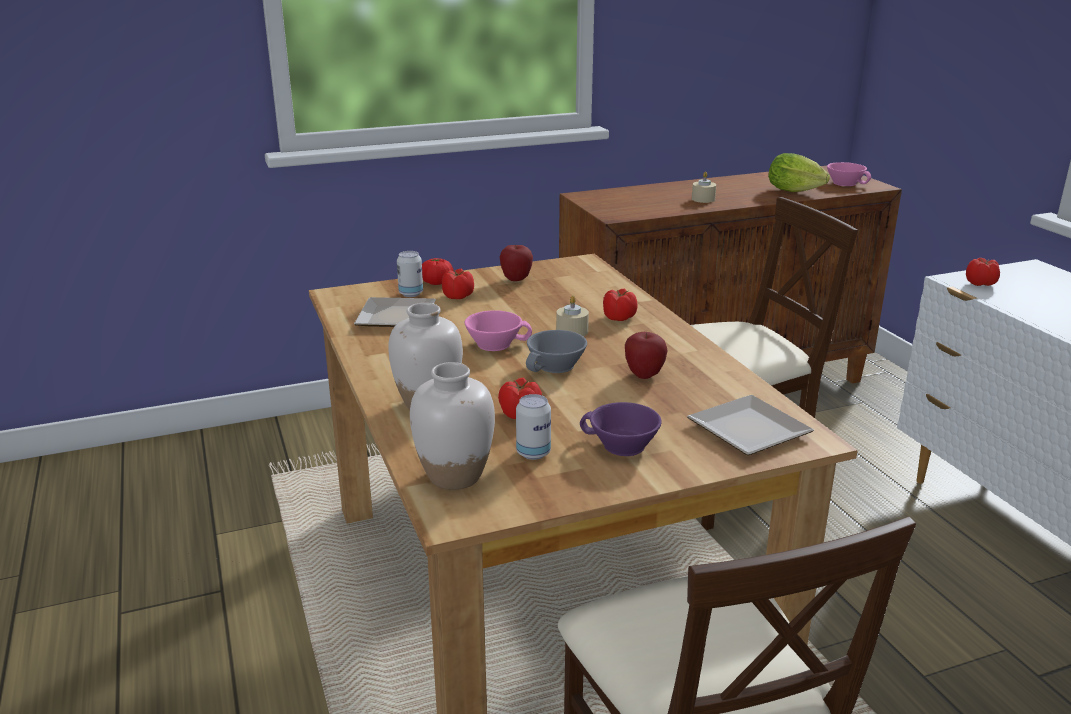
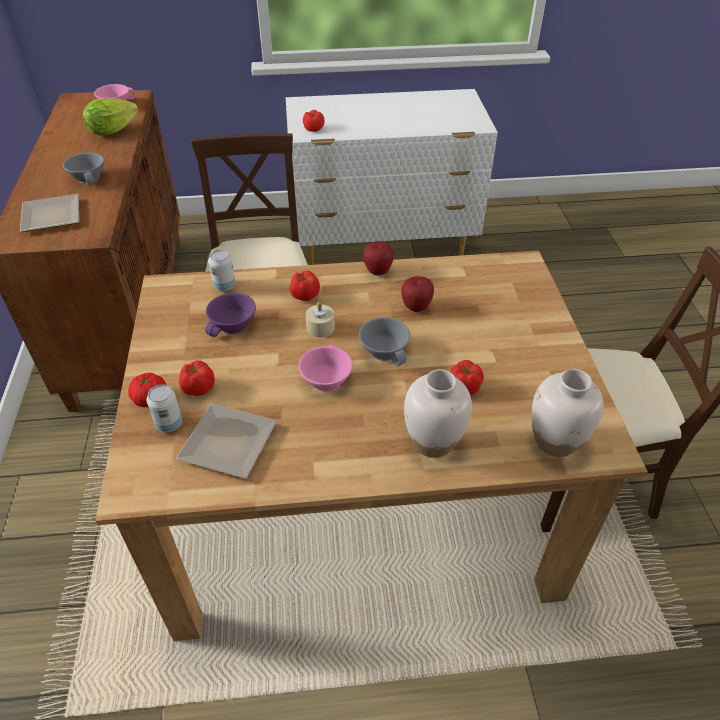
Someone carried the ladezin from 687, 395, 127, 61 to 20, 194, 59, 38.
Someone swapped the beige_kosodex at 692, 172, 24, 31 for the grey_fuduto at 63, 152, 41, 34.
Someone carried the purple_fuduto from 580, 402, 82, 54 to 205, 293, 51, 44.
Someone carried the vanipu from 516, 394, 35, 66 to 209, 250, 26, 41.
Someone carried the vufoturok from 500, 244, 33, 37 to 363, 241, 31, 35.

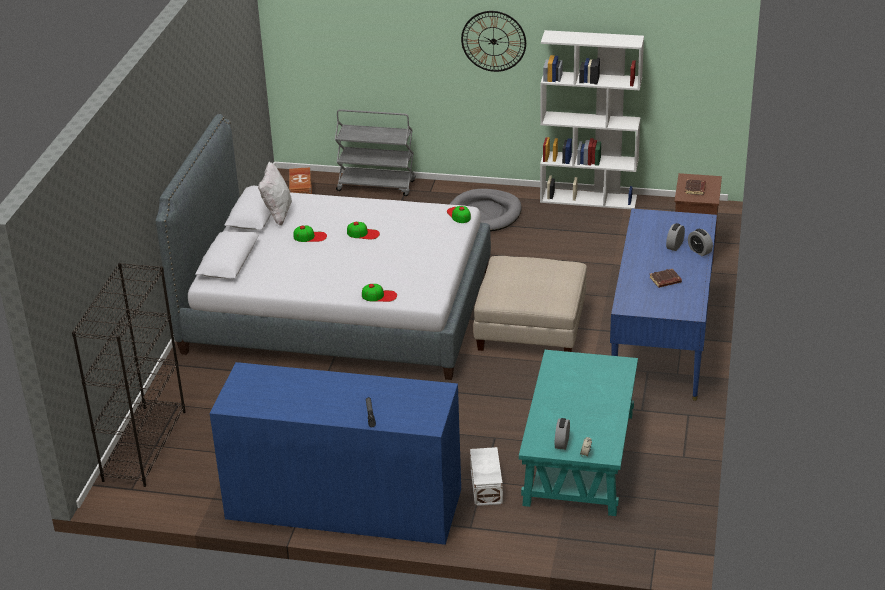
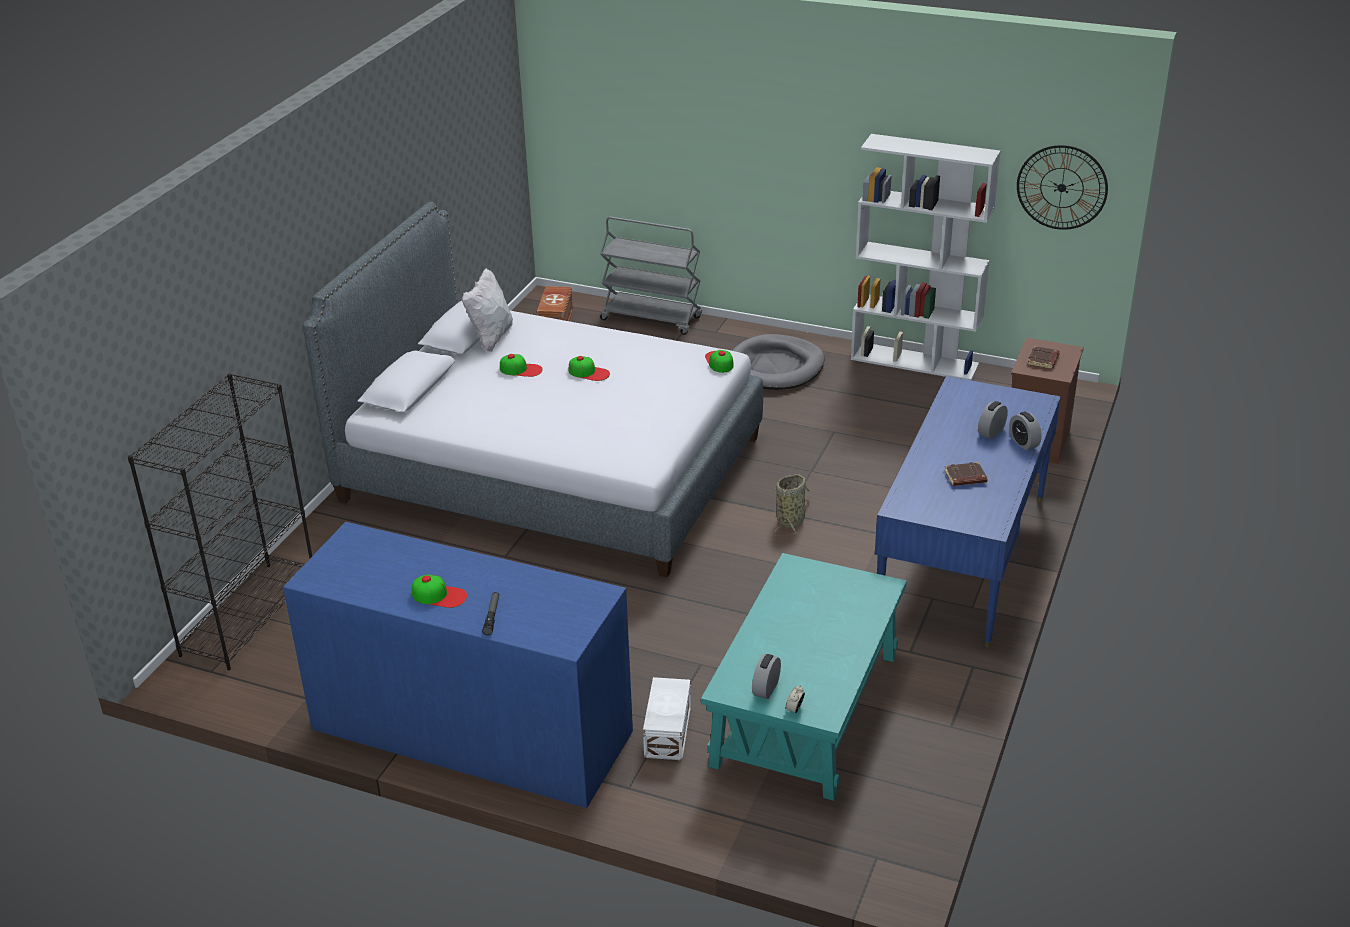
Someone carried the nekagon from 362, 284, 35, 18 to 412, 575, 55, 33.
Someone swapped the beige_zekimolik at 473, 256, 114, 96 for the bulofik at 774, 474, 36, 62.
Someone carried the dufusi from 461, 11, 65, 61 to 1017, 145, 91, 85.

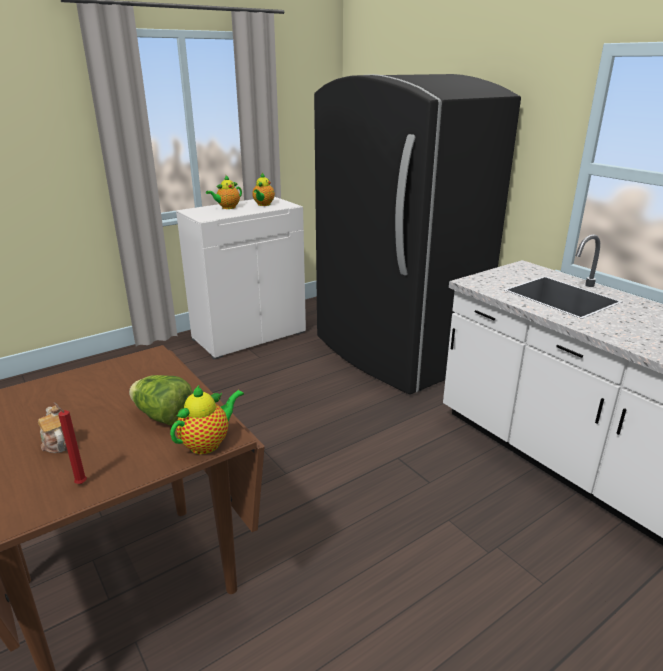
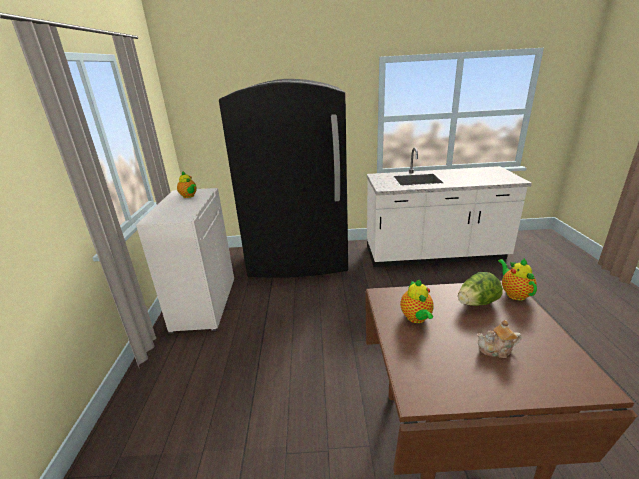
Someone carried the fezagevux from 206, 175, 36, 34 to 400, 280, 34, 43.
Someone took away the red_kosodex at 53, 402, 34, 82.

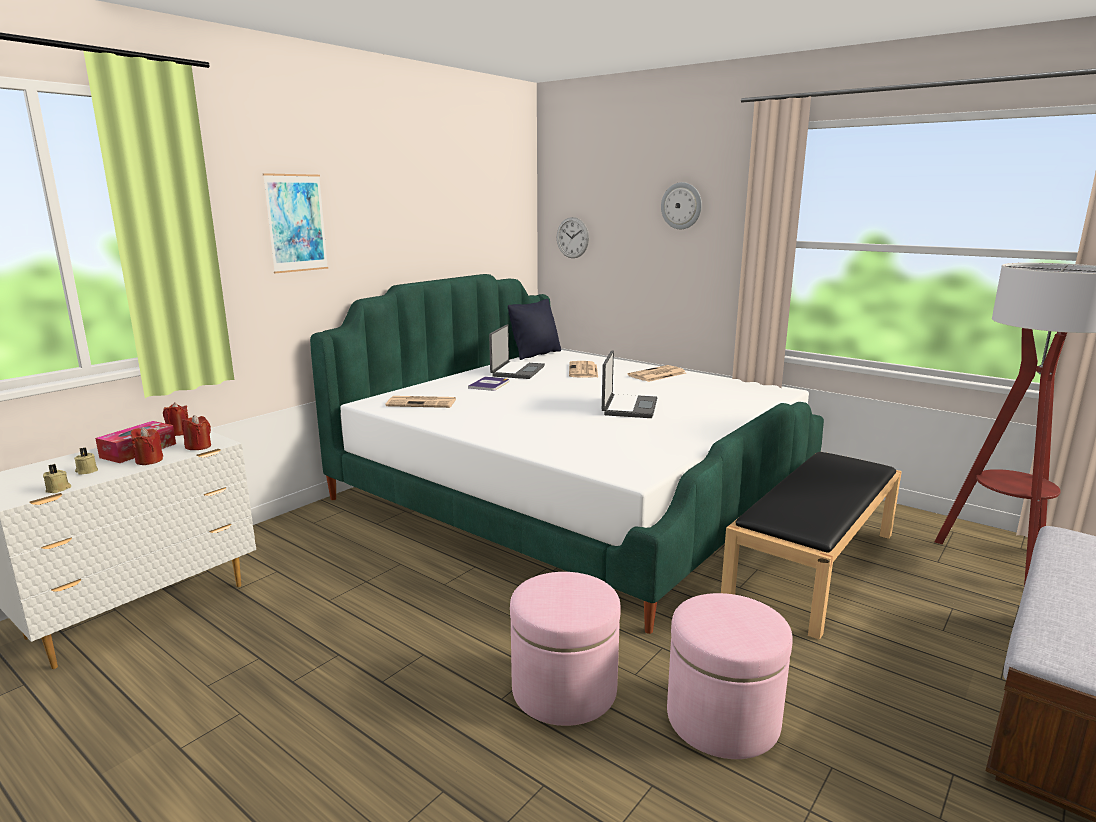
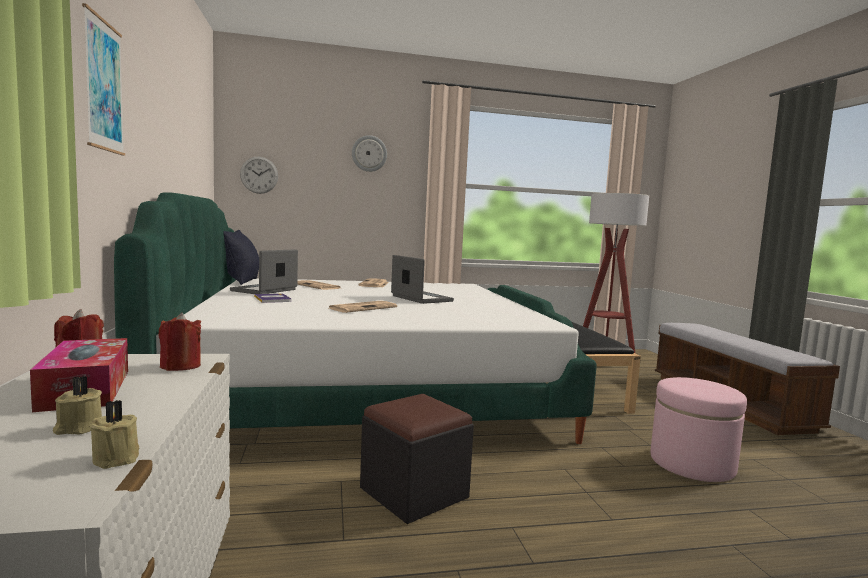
Someone rotated the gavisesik at 489, 324, 56, 55 by 120 degrees counterclockwise.
Someone carried the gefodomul from 385, 396, 71, 12 to 329, 301, 68, 12.
Someone put down the black_zekimolik at 360, 394, 114, 130.
Someone took away the red_kosodex at 131, 427, 32, 38.
Someone took away the pink_zekimolik at 510, 572, 111, 154.

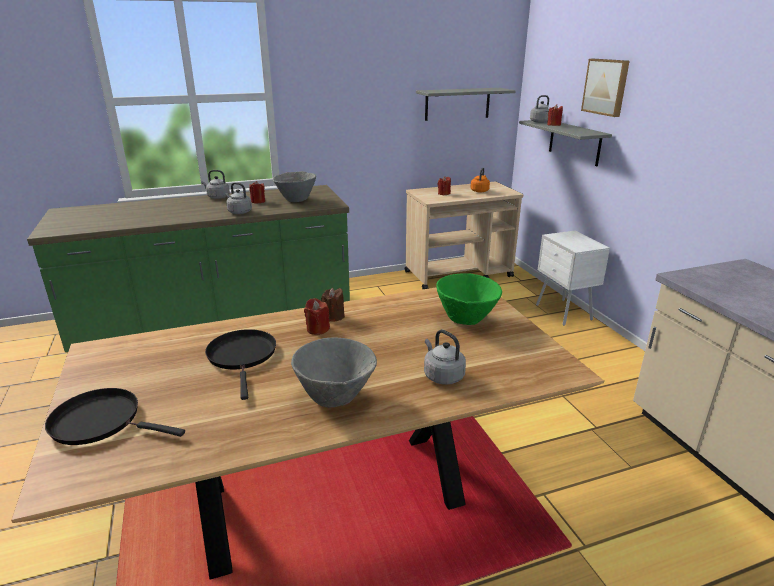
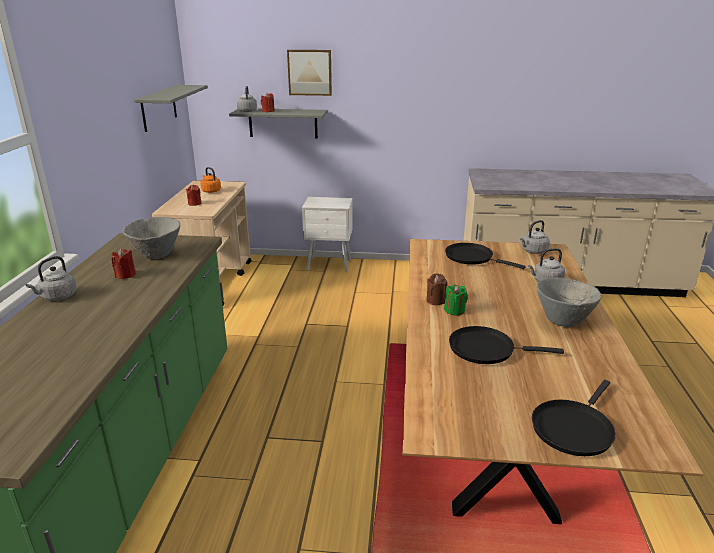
Someone repainted the red_kosodex at 304, 298, 26, 37, which became the green_kosodex at 444, 285, 24, 31.
Someone swapped the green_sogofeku at 436, 273, 66, 52 for the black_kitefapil at 445, 243, 81, 26.
Someone carried the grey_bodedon from 225, 182, 27, 32 to 520, 220, 30, 34.

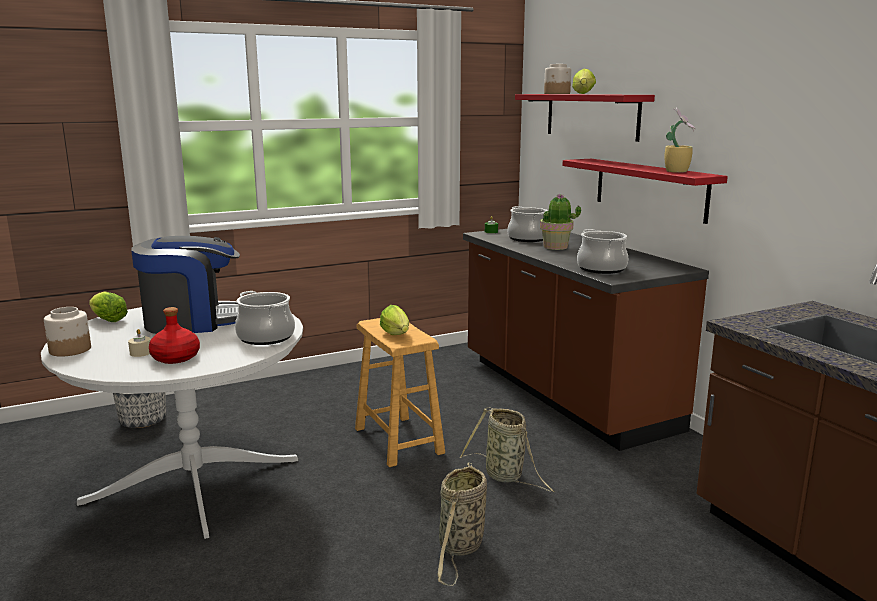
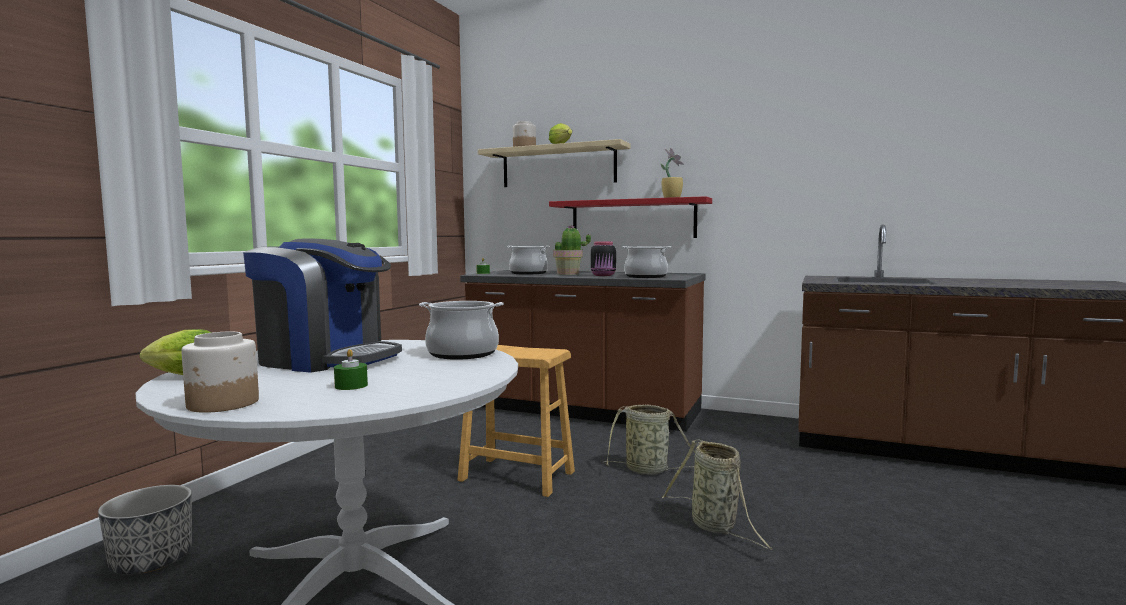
Someone rotated the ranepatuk at 131, 236, 109, 98 by 75 degrees clockwise.
Someone repainted the beige_kosodex at 128, 329, 23, 28, which became the green_kosodex at 334, 349, 34, 41.
Someone repainted the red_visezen at 515, 94, 140, 48, which became the beige_visezen at 478, 139, 152, 48.
Someone put down the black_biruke at 591, 241, 25, 35.
Someone took away the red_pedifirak at 149, 307, 51, 57.
Someone took away the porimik at 380, 305, 29, 30.

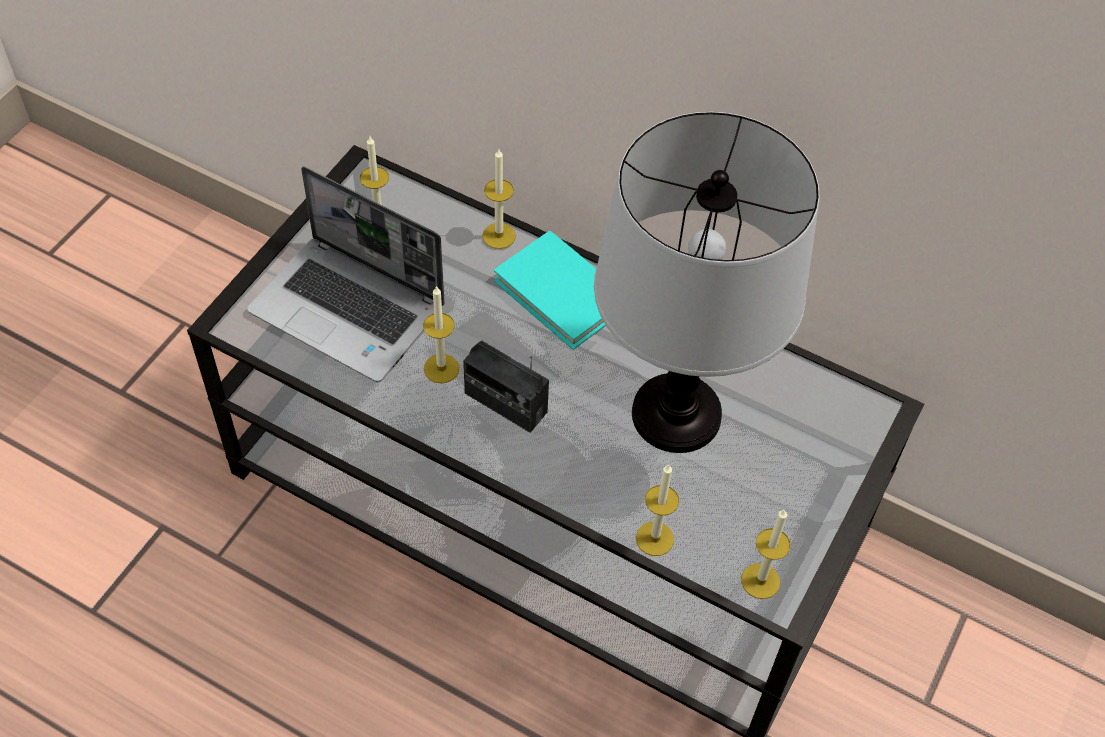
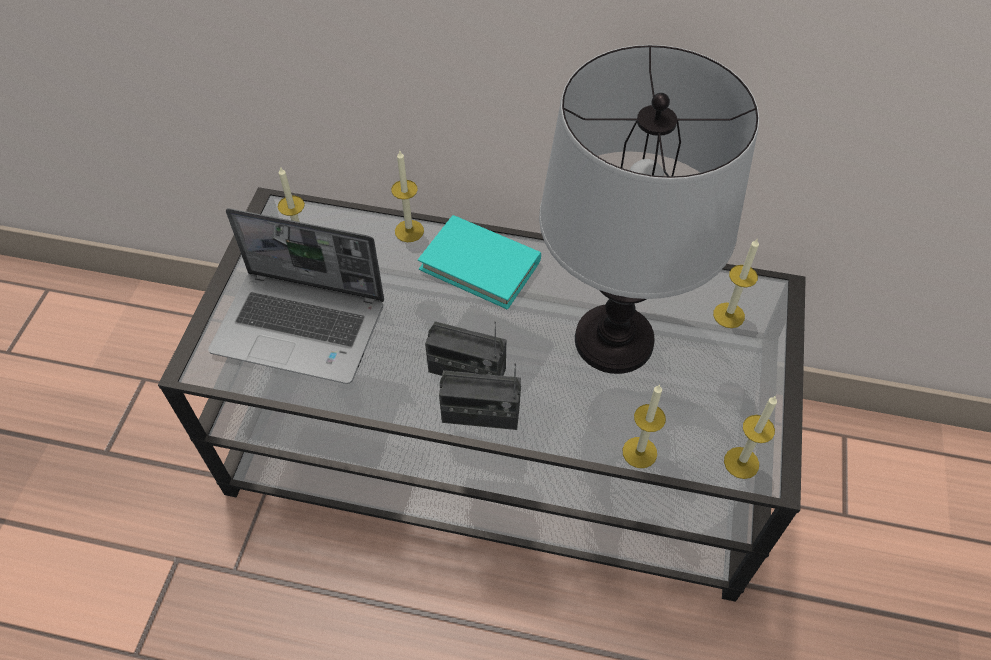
Someone put down the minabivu at 439, 363, 82, 67.
Someone carried the kosodex from 423, 286, 36, 97 to 713, 238, 46, 90.

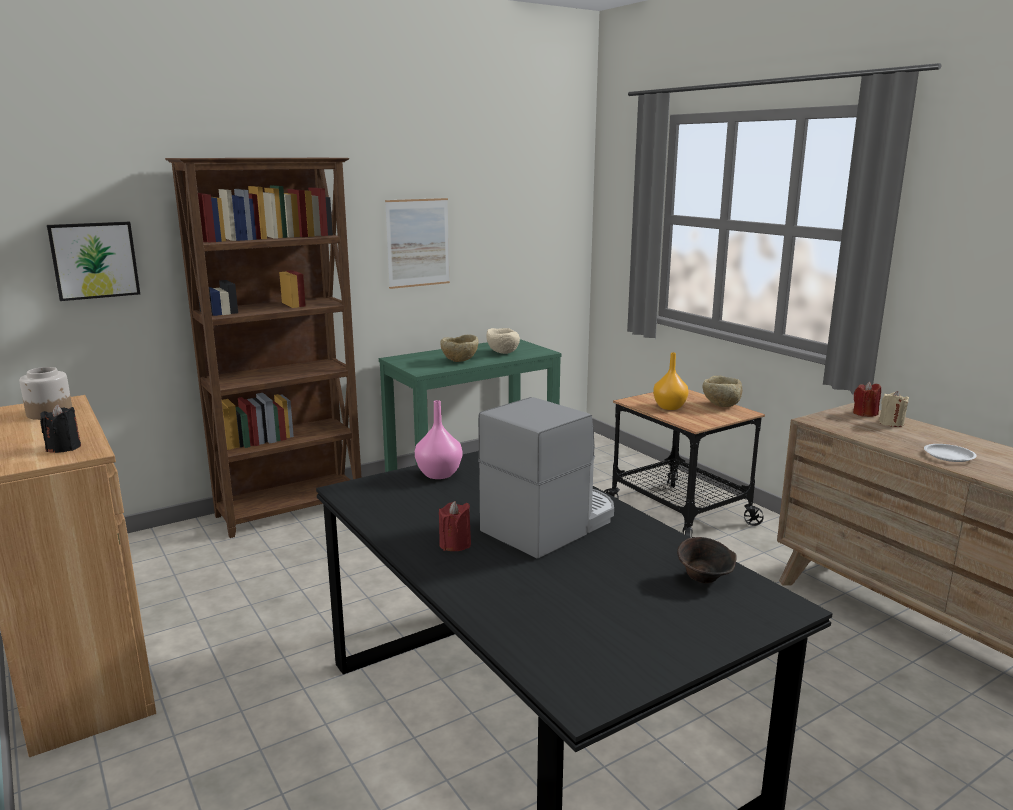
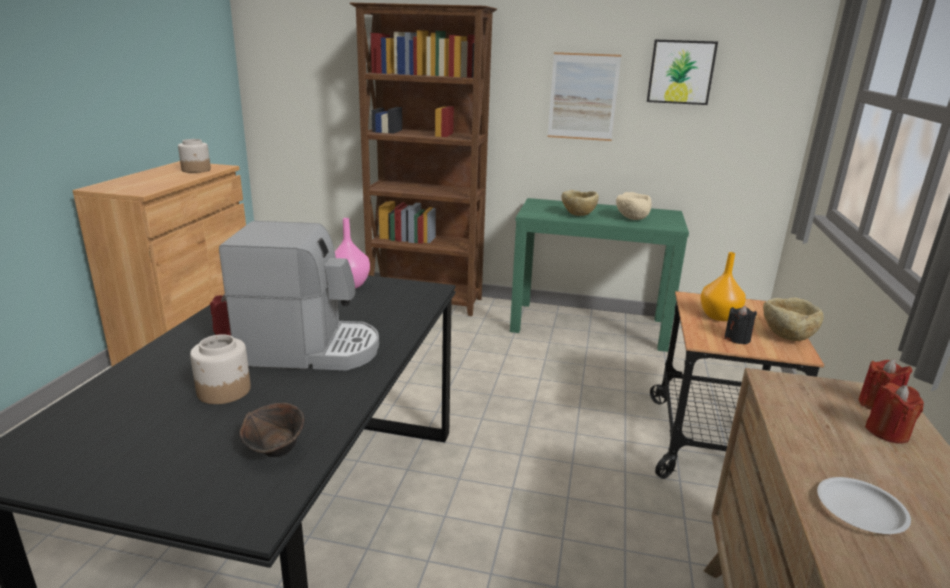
Someone put down the biruke at 190, 334, 61, 70.
Someone carried the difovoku from 47, 222, 93, 79 to 647, 39, 71, 66.
Someone carried the black_kosodex from 40, 404, 41, 49 to 724, 306, 33, 38.
Someone repainted the beige_kosodex at 879, 391, 30, 36, which became the red_kosodex at 865, 383, 59, 61.

